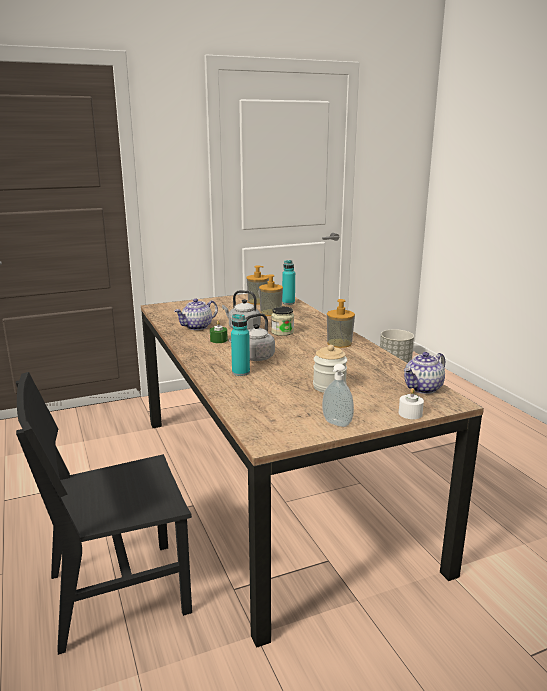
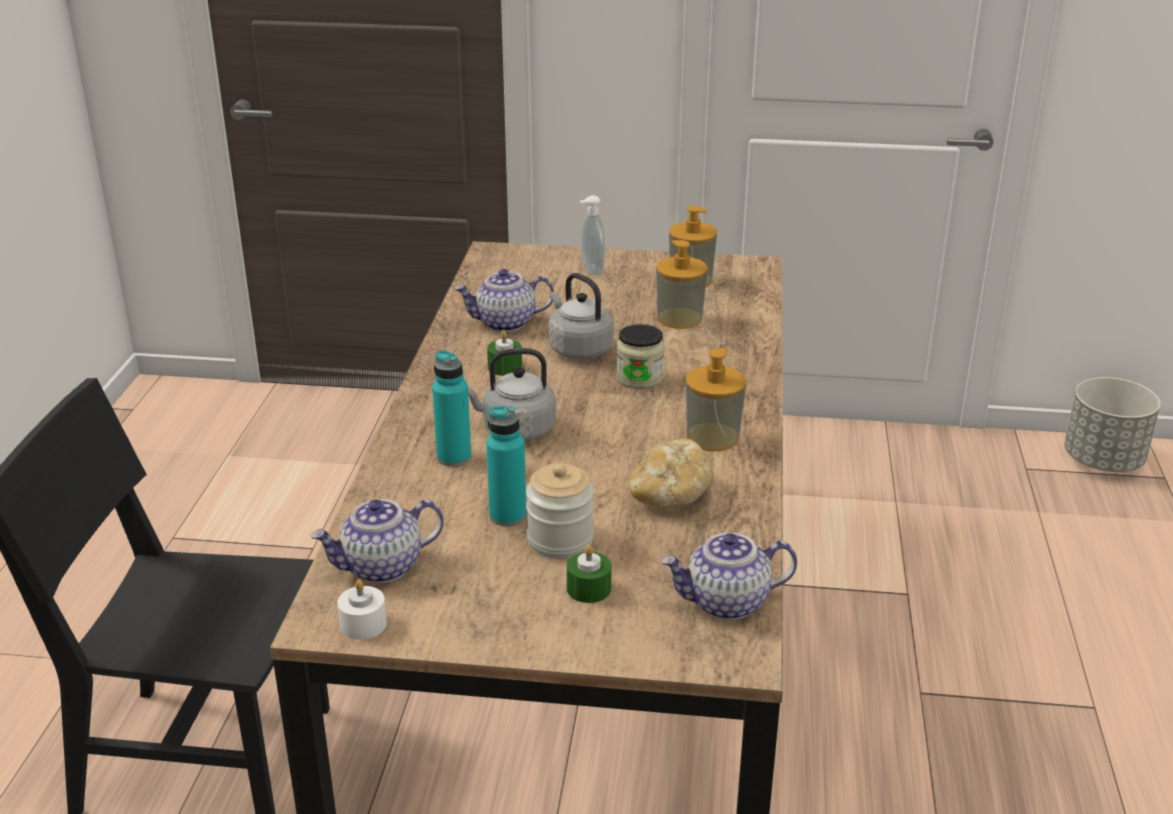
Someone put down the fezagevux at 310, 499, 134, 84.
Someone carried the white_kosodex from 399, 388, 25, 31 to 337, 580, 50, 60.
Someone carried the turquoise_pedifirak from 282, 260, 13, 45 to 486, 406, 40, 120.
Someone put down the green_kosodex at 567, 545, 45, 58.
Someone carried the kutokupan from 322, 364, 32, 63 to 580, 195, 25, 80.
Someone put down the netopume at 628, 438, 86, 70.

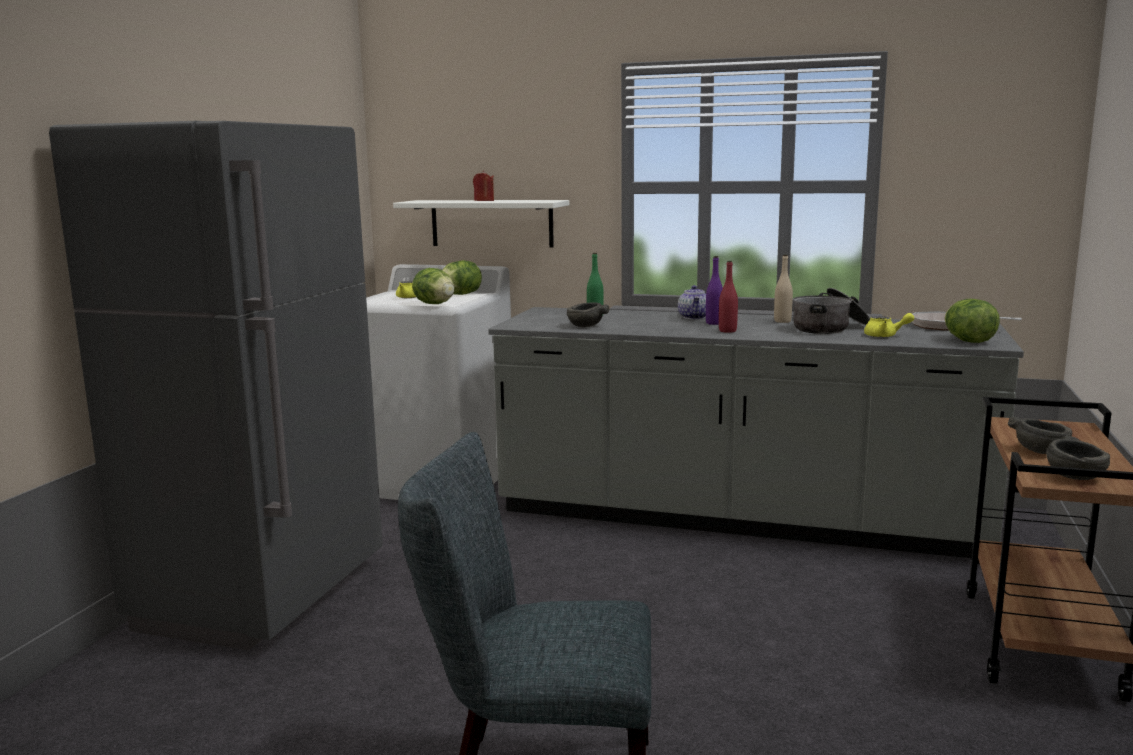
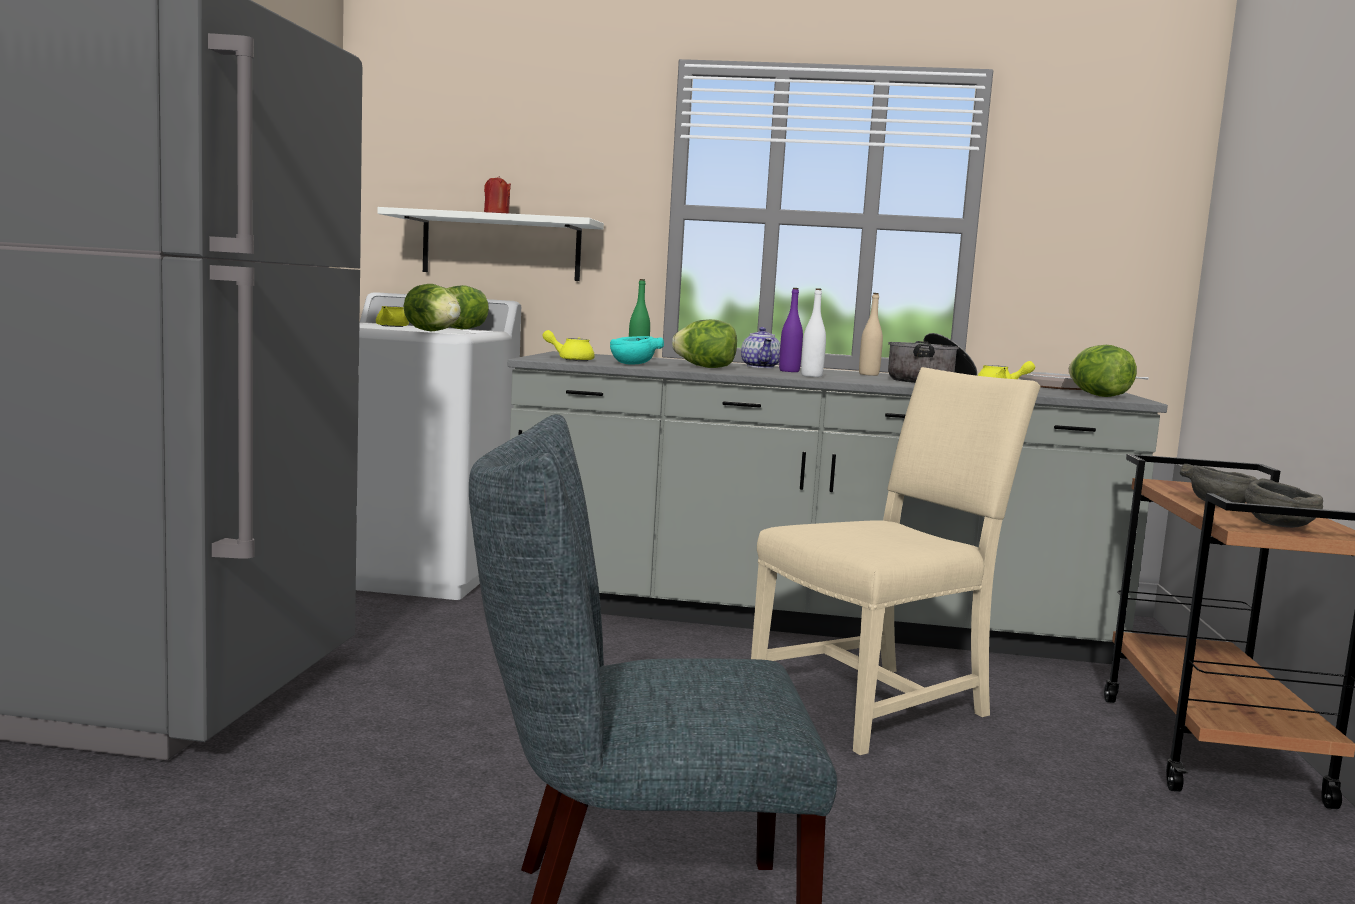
Someone put down the yellow_fezagevux at 543, 330, 52, 31.
Someone repainted the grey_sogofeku at 567, 303, 42, 24, which became the turquoise_sogofeku at 610, 336, 54, 29.
Someone put down the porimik at 672, 319, 65, 49.
Someone put down the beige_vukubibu at 751, 367, 289, 388.
Someone repainted the red_pedifirak at 719, 261, 19, 72, which became the white_pedifirak at 801, 288, 25, 89.

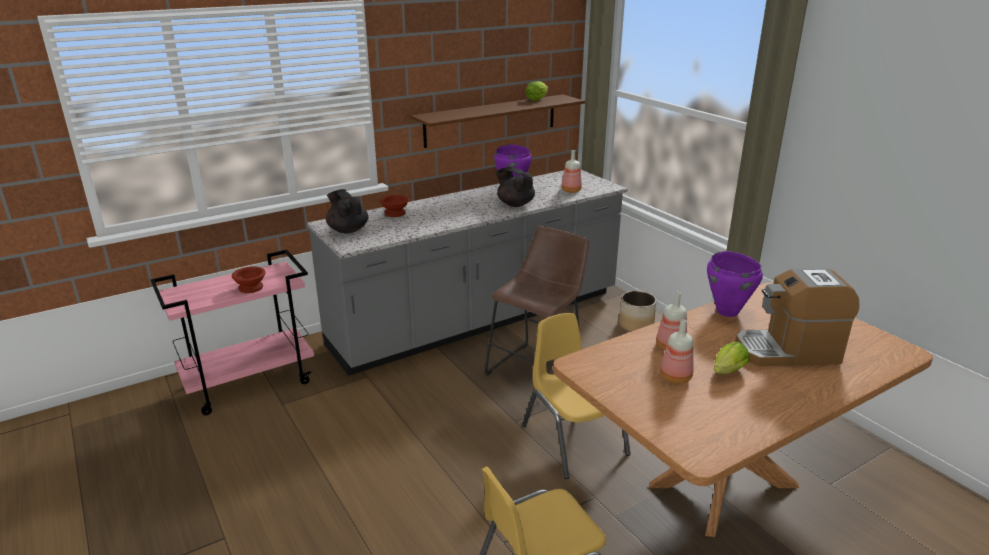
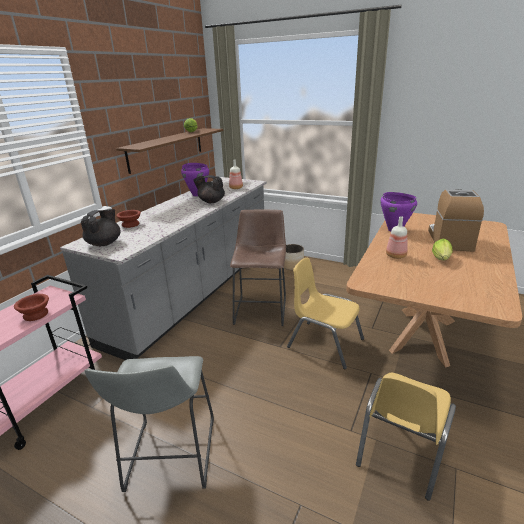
Someone rotated the black_fezagevux at 326, 189, 42, 44 by 90 degrees clockwise.
Someone put down the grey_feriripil at 84, 356, 130, 136.
Someone rotated the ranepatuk at 735, 268, 124, 98 by 135 degrees clockwise.
Someone took away the pedifirak at 660, 319, 33, 65.

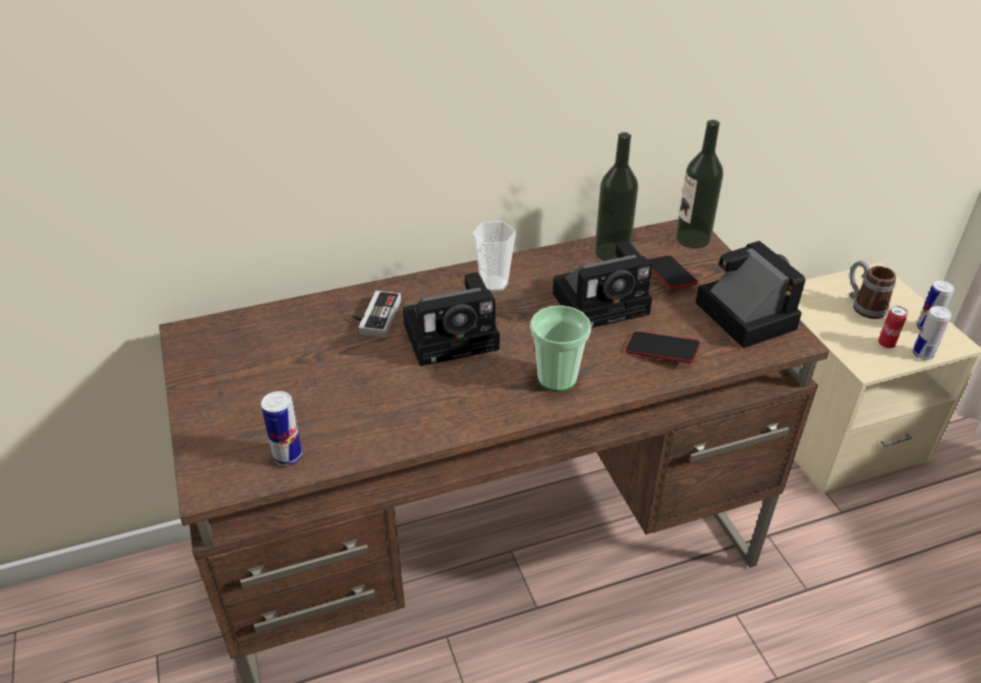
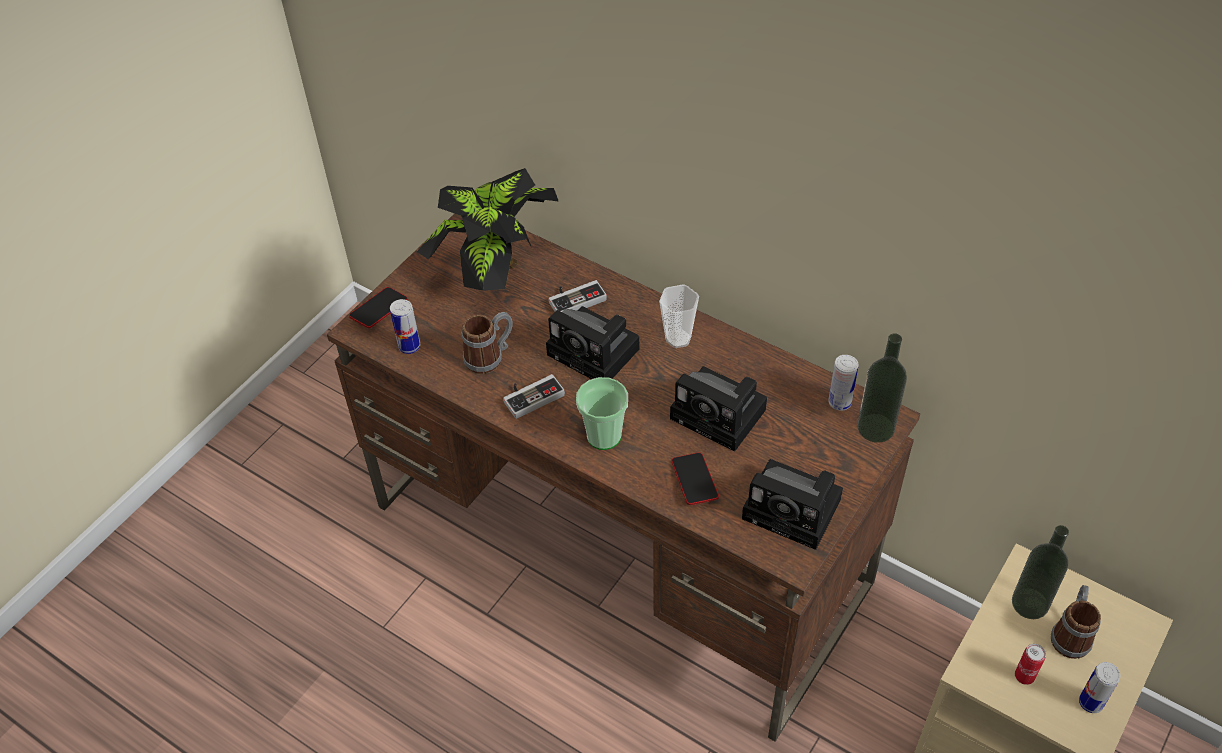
Someone carried the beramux from 647, 255, 51, 34 to 349, 287, 59, 41.
Someone put down the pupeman at 417, 168, 142, 123.
Someone put down the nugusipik at 462, 312, 51, 62.
Someone put down the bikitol at 503, 374, 62, 45.
Someone rotated the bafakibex at 695, 241, 110, 107 by 90 degrees clockwise.
Someone carried the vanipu from 913, 306, 38, 54 to 828, 355, 31, 56.
Someone carried the pedifirak from 595, 132, 43, 129 to 1012, 525, 57, 94.

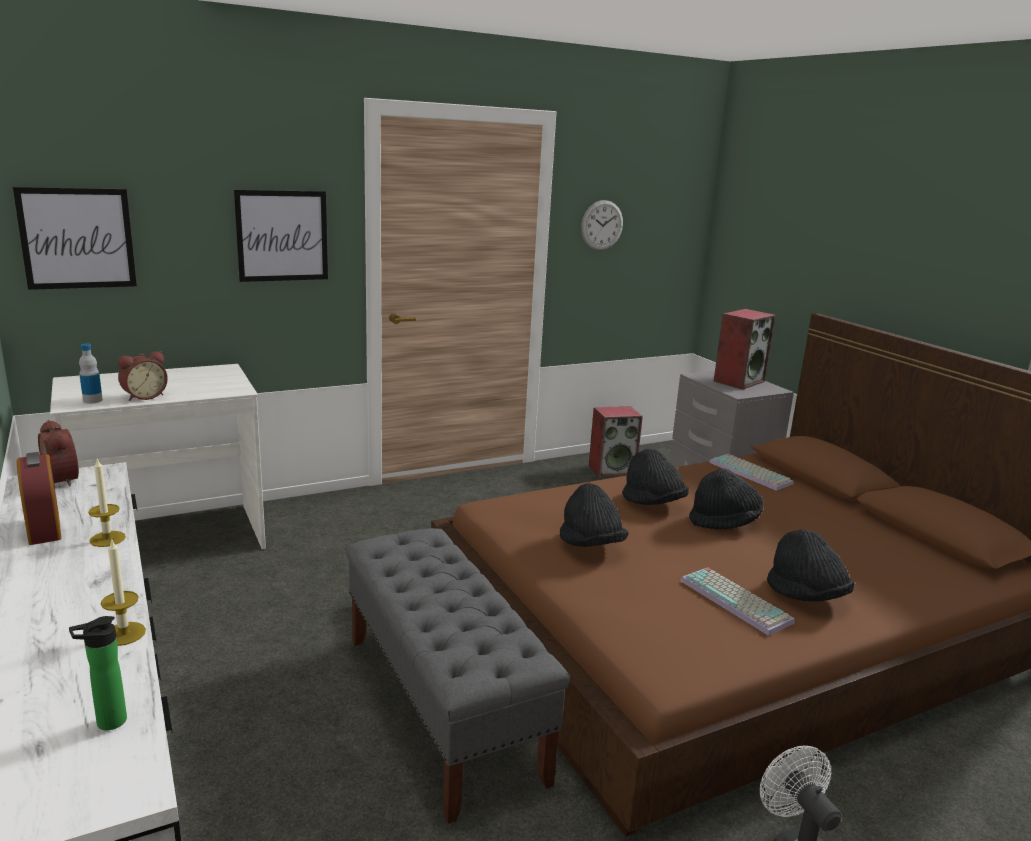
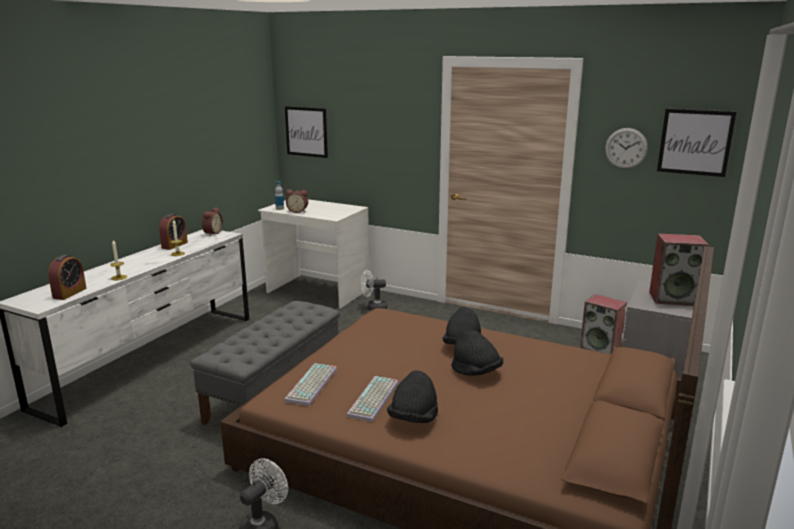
Someone swapped the pedifirak at 69, 616, 58, 114 for the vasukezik at 48, 255, 39, 45.
Someone carried the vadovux from 709, 454, 85, 37 to 284, 363, 53, 43.
Someone put down the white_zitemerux at 361, 270, 26, 41.
Someone carried the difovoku from 234, 190, 94, 92 to 657, 109, 79, 68.
Someone took away the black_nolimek at 560, 483, 69, 64.

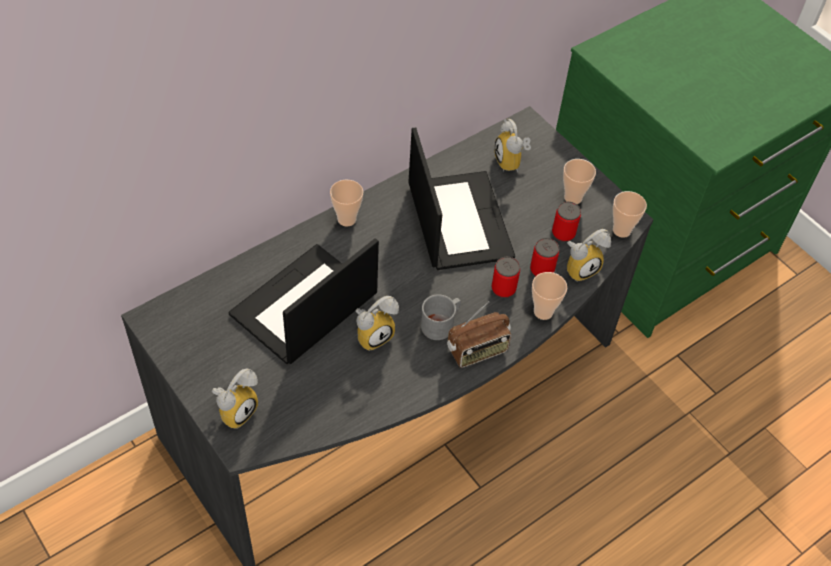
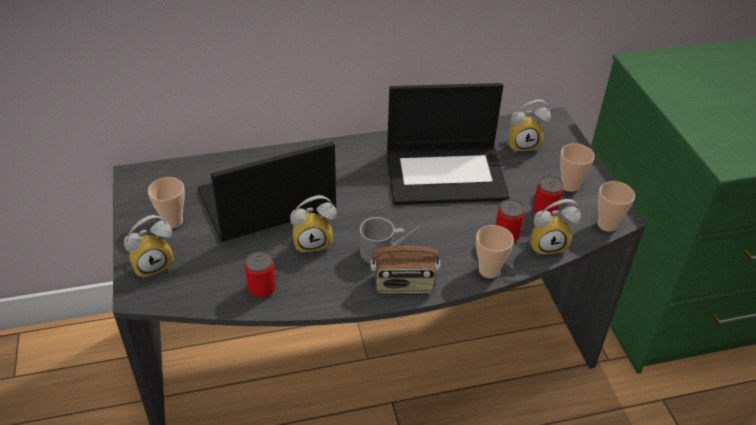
Someone carried the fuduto from 330, 180, 33, 47 to 148, 177, 37, 51.
Someone carried the vanipu from 491, 257, 29, 41 to 245, 251, 31, 47.
Someone rotated the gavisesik at 408, 128, 107, 142 by 75 degrees clockwise.
Someone rotated the vasukezik at 494, 119, 37, 53 by 105 degrees counterclockwise.

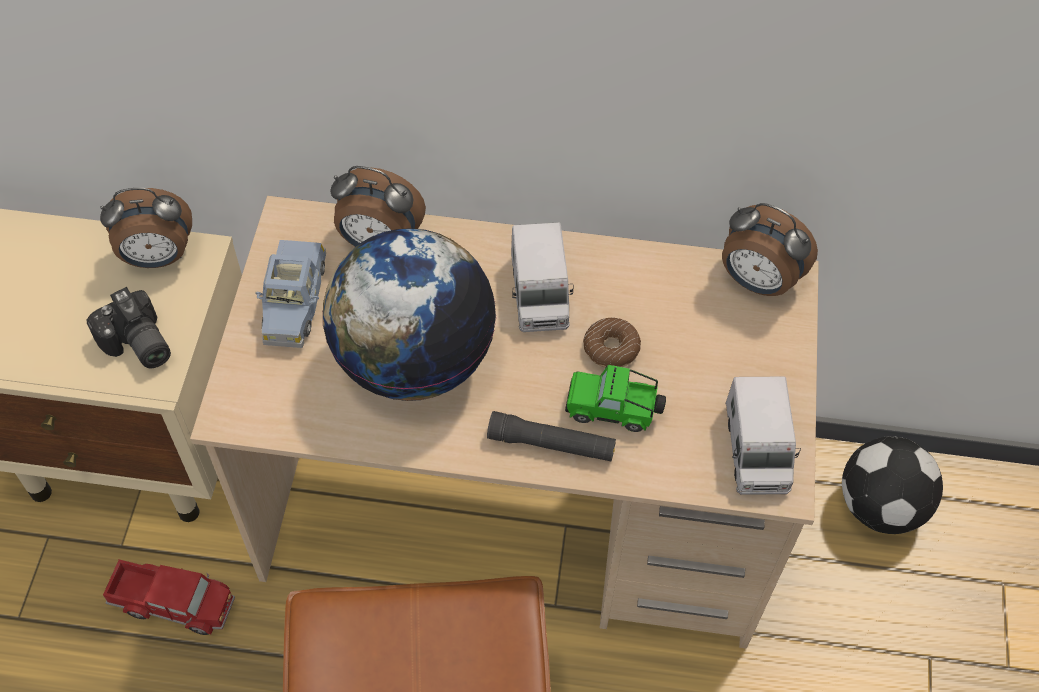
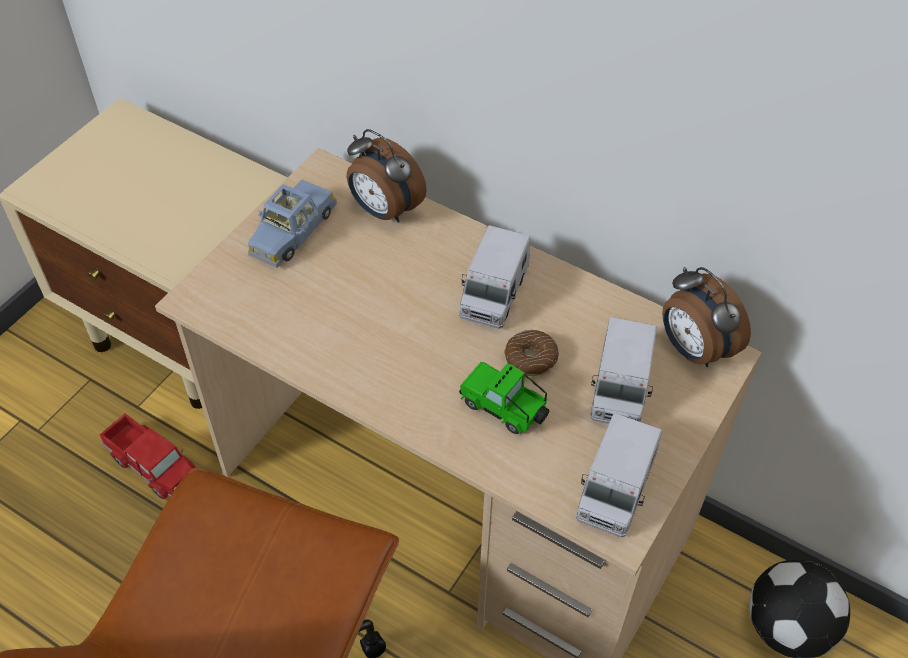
Someone put down the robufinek at 590, 317, 67, 107.
Someone took away the bafakibex at 87, 287, 84, 81.
Someone took away the vasukezik at 100, 188, 92, 80.
Someone took away the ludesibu at 322, 228, 174, 173.
Someone took away the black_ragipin at 487, 411, 129, 50.

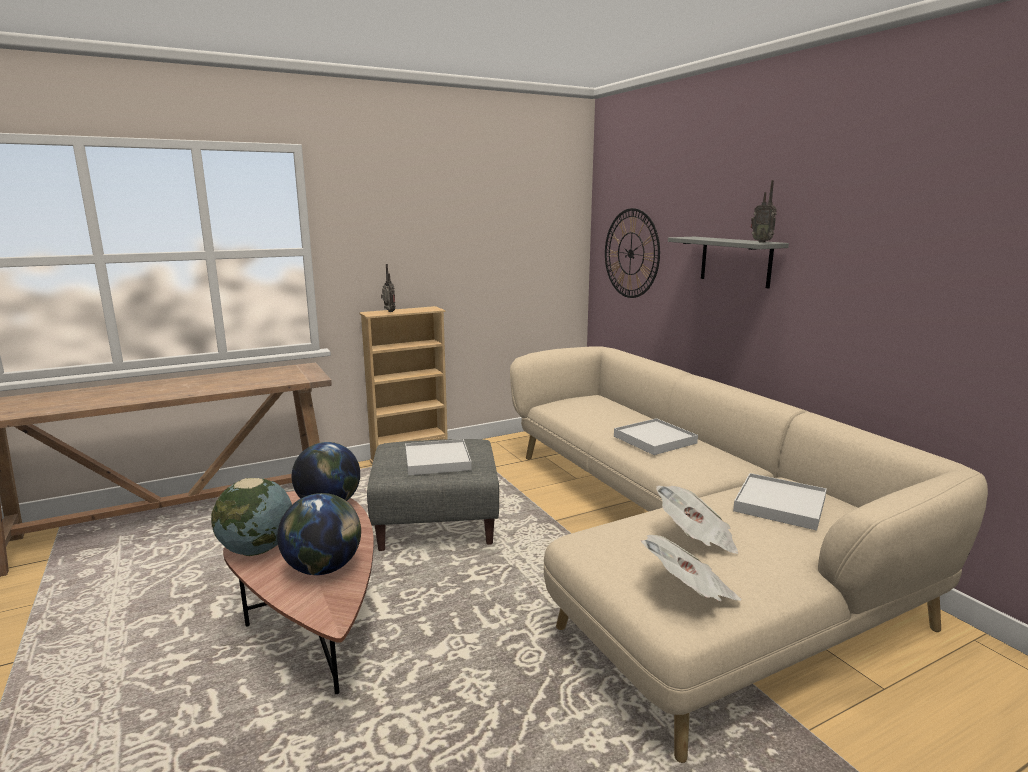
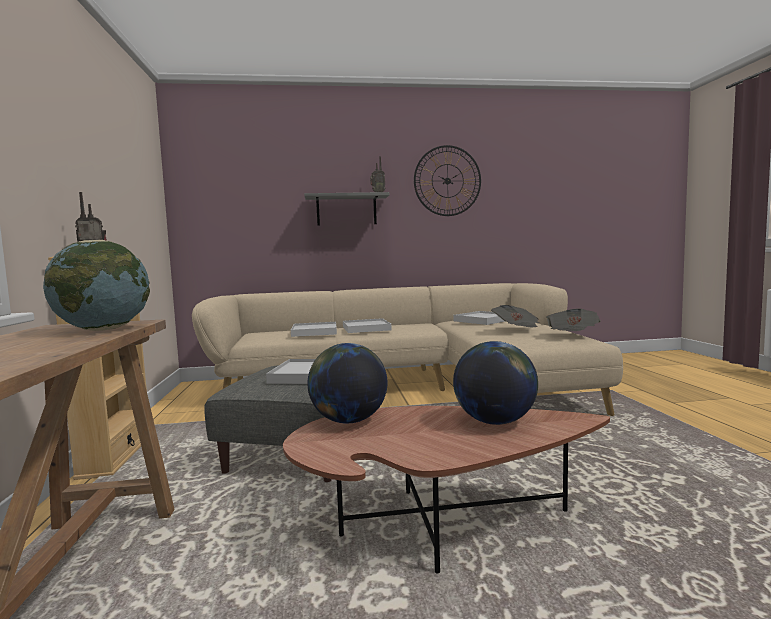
Someone carried the ludesibu from 211, 478, 81, 78 to 43, 240, 107, 91.
Someone put down the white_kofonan at 291, 322, 46, 15.
Someone carried the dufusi from 605, 208, 55, 90 to 414, 145, 67, 71.

